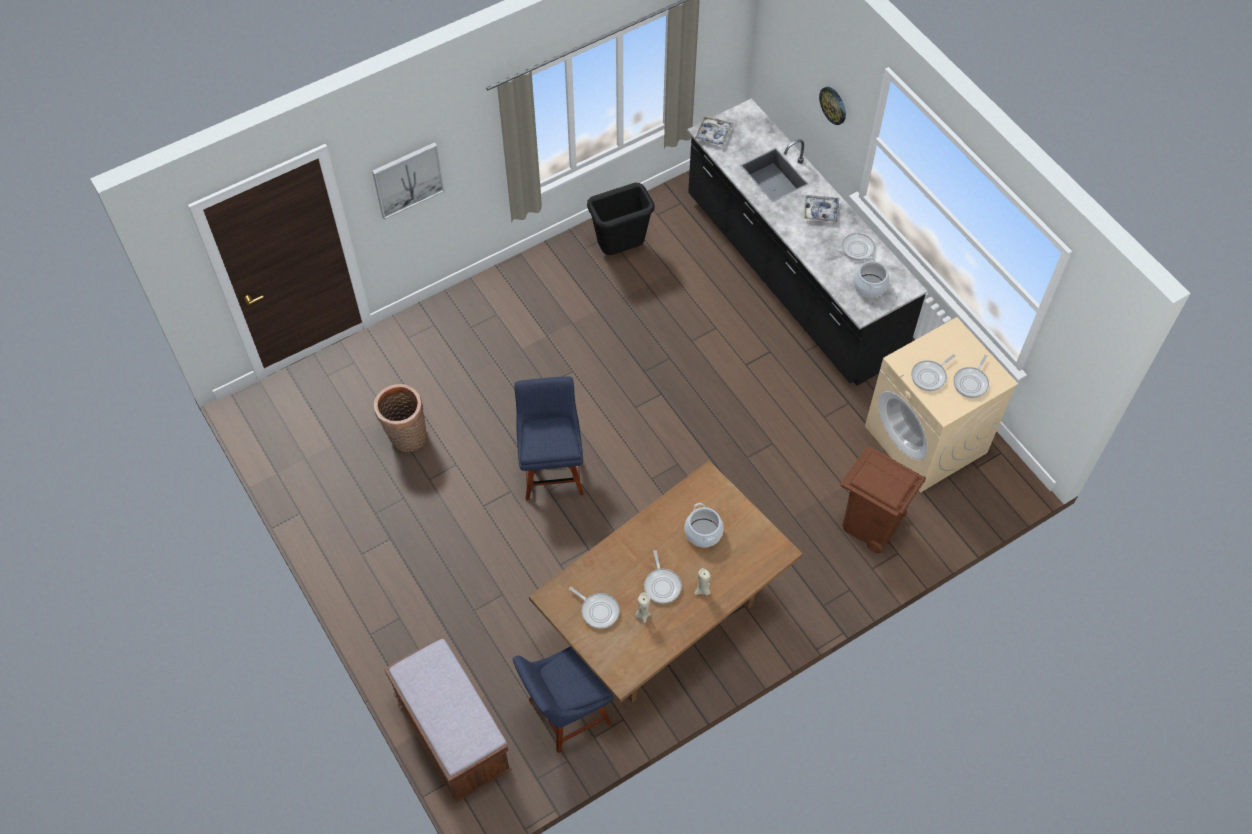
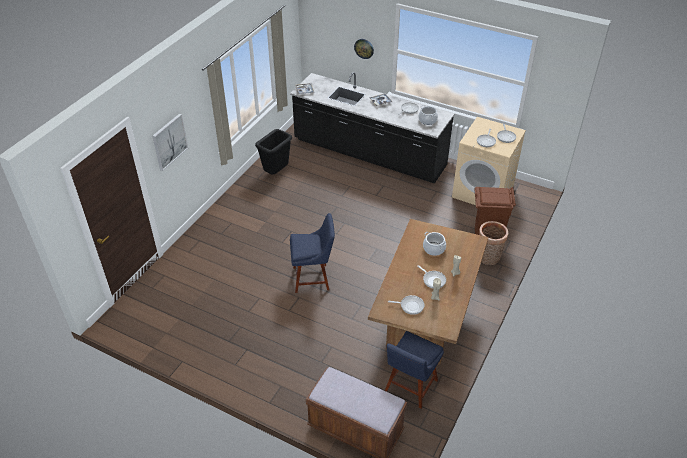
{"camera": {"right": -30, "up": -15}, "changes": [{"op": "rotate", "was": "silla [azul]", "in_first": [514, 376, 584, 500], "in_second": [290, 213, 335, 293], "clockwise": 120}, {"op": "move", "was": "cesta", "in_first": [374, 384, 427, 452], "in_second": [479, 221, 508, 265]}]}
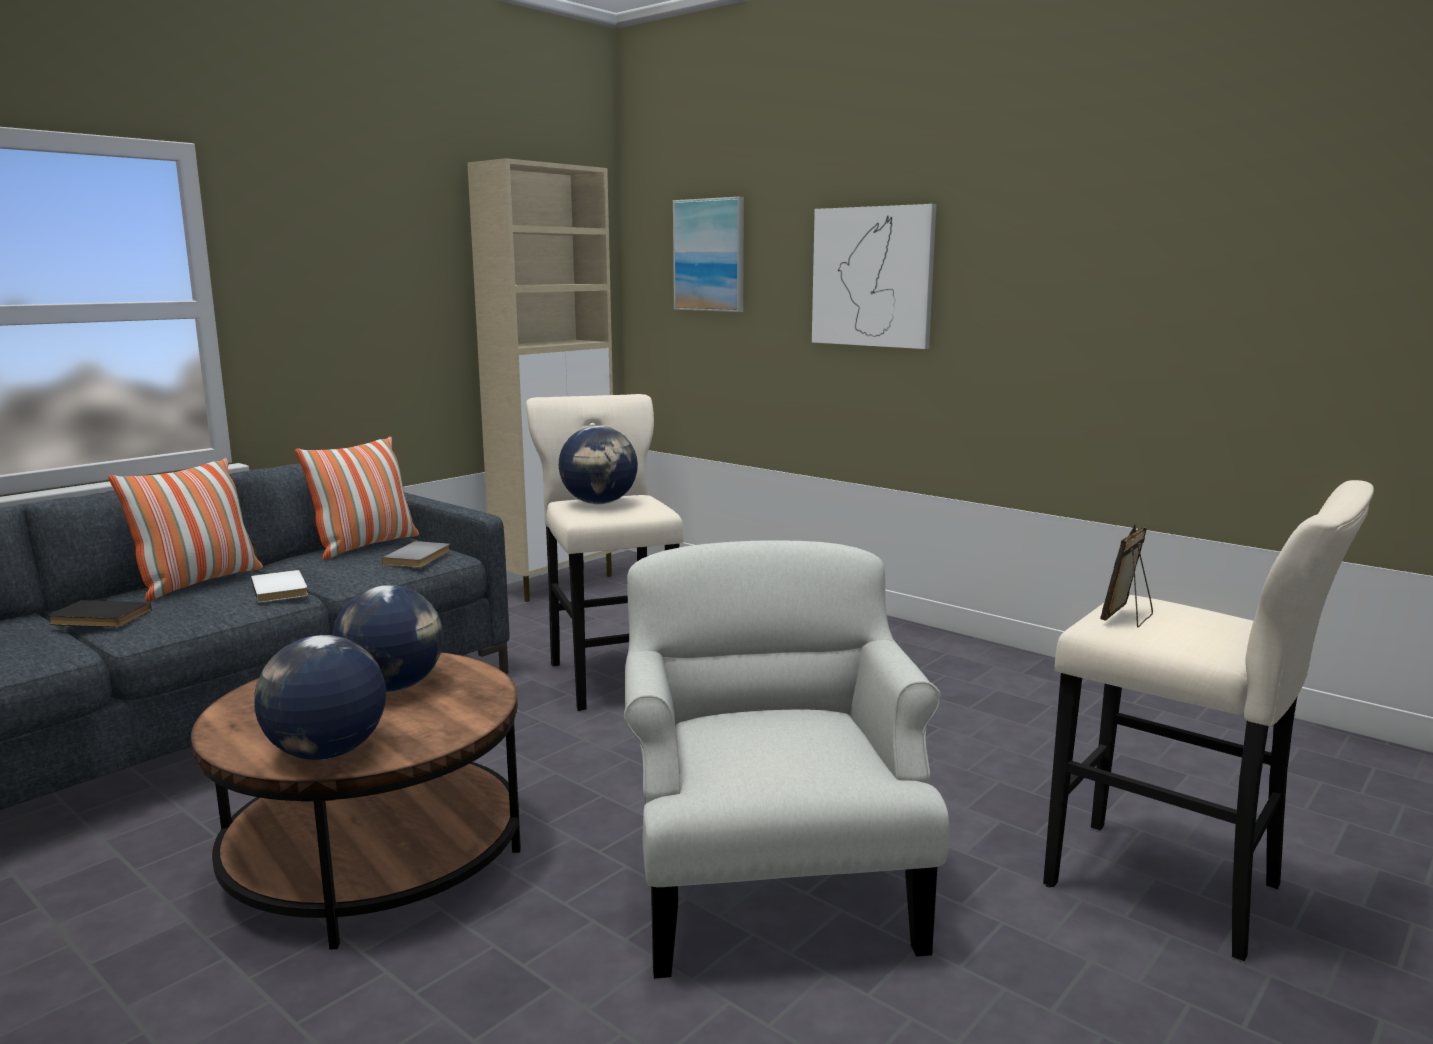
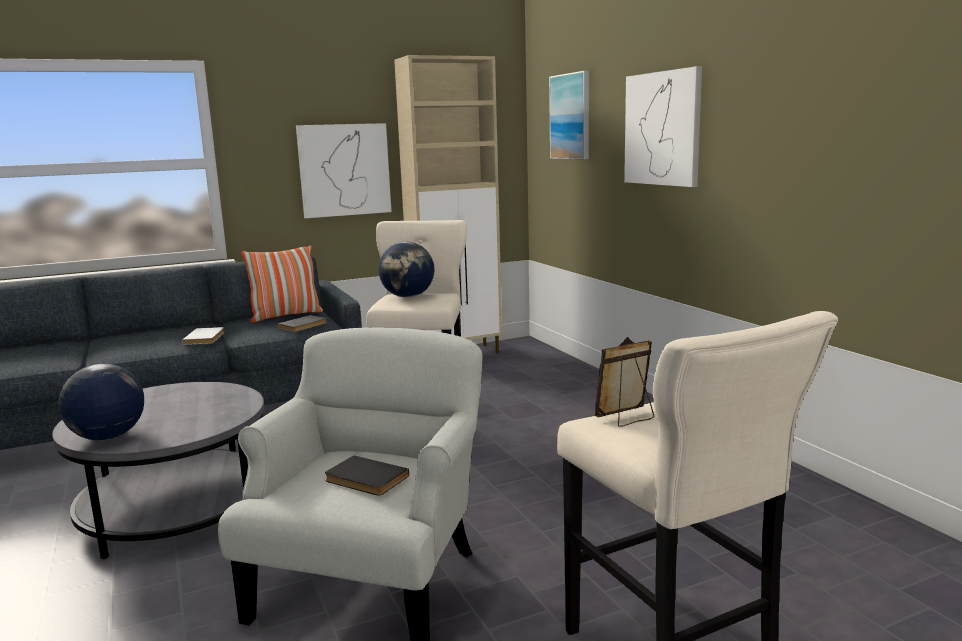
{"camera": {"right": 25, "up": 0}, "changes": [{"op": "recolor", "was": "mesa de centro [marrón]", "now": "mesa de centro [gris]", "in_first": [191, 652, 521, 950], "in_second": [52, 382, 265, 559]}, {"op": "insert", "now": "cuadro", "in_second": [296, 123, 391, 218]}, {"op": "move", "was": "libro [negro]", "in_first": [48, 600, 152, 627], "in_second": [325, 456, 409, 496]}, {"op": "delete", "was": "cojín", "in_first": [108, 458, 263, 602]}, {"op": "delete", "was": "globo terráqueo", "in_first": [332, 585, 443, 692]}]}
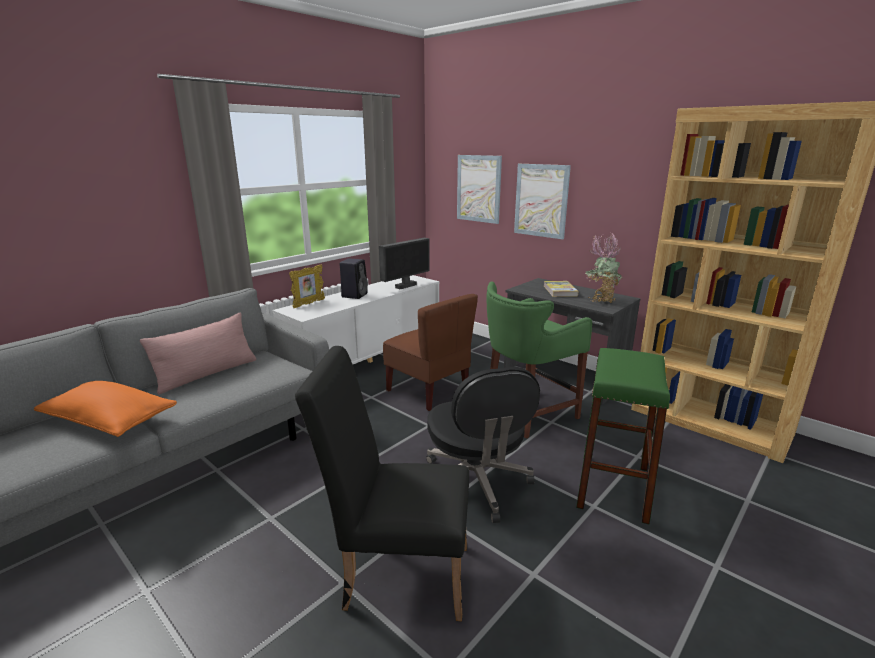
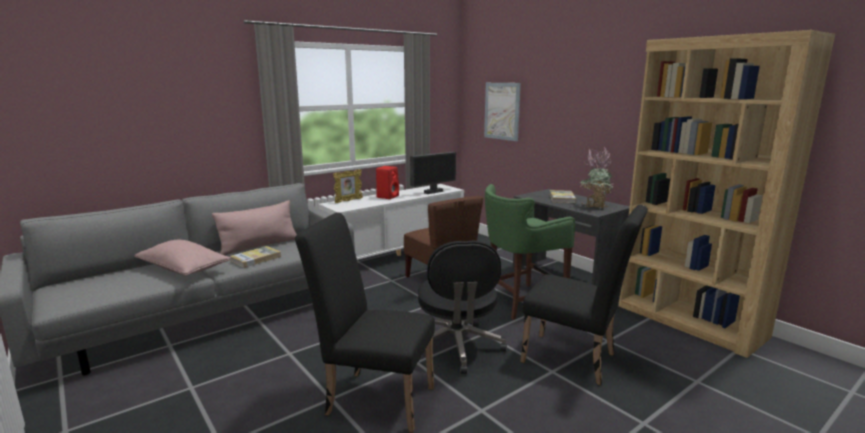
{"camera": {"right": 10, "up": -5}, "changes": [{"op": "recolor", "was": "cojín [naranja]", "now": "cojín [rosa]", "in_first": [34, 381, 177, 437], "in_second": [134, 240, 231, 276]}, {"op": "insert", "now": "libro", "in_second": [230, 246, 281, 268]}, {"op": "recolor", "was": "altavoz [negro]", "now": "altavoz [rojo]", "in_first": [340, 258, 368, 299], "in_second": [376, 166, 399, 199]}, {"op": "replace", "was": "taburete [verde]", "now": "silla [negro]", "in_first": [576, 348, 670, 524], "in_second": [520, 205, 648, 385]}, {"op": "delete", "was": "cuadro", "in_first": [514, 164, 571, 239]}]}
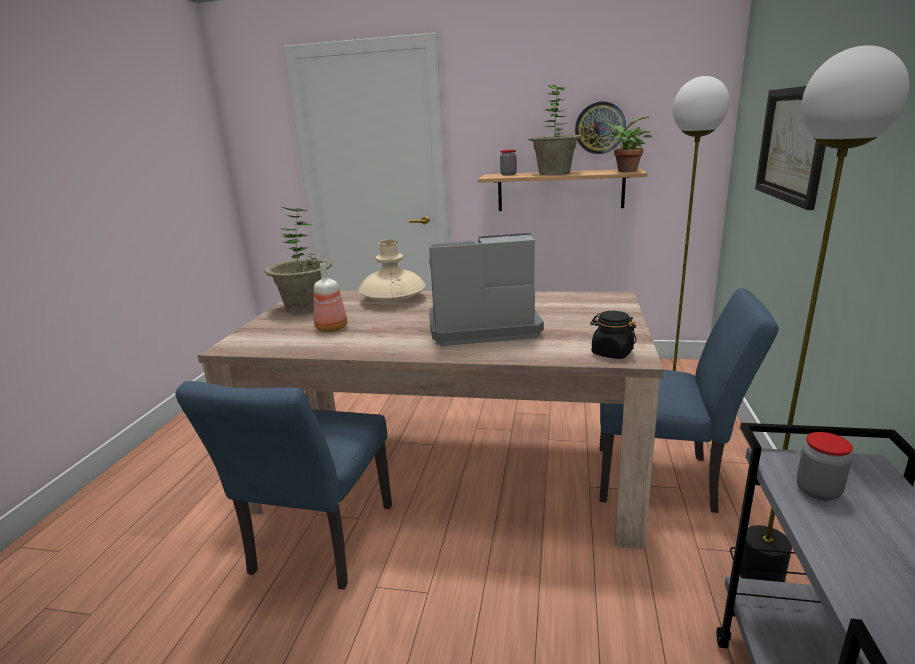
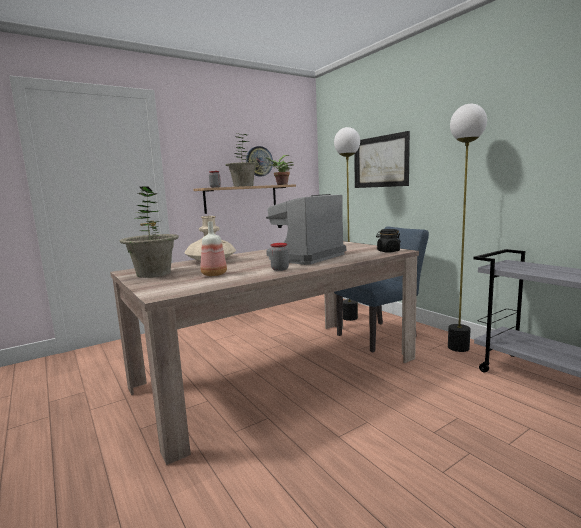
{"camera": {"right": -45, "up": -10}, "changes": [{"op": "move", "was": "tarro", "in_first": [797, 432, 853, 501], "in_second": [270, 243, 289, 271]}, {"op": "delete", "was": "silla [azul]", "in_first": [175, 381, 392, 589]}]}
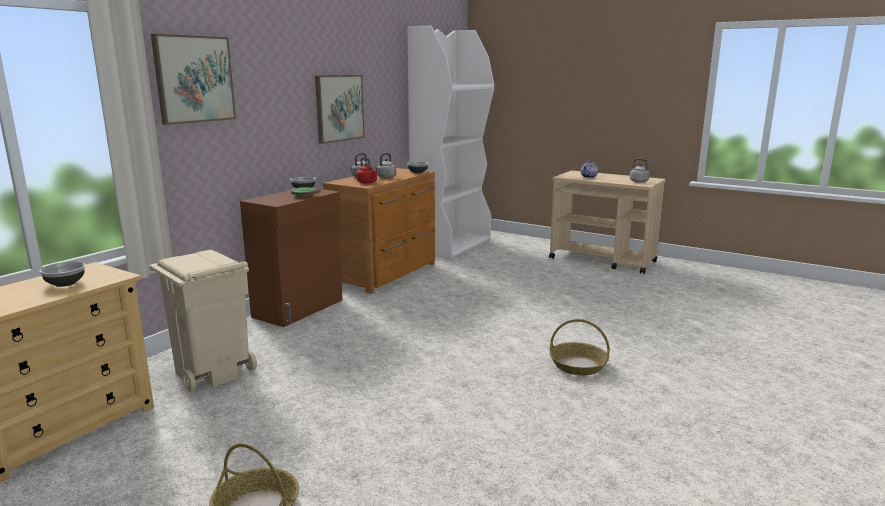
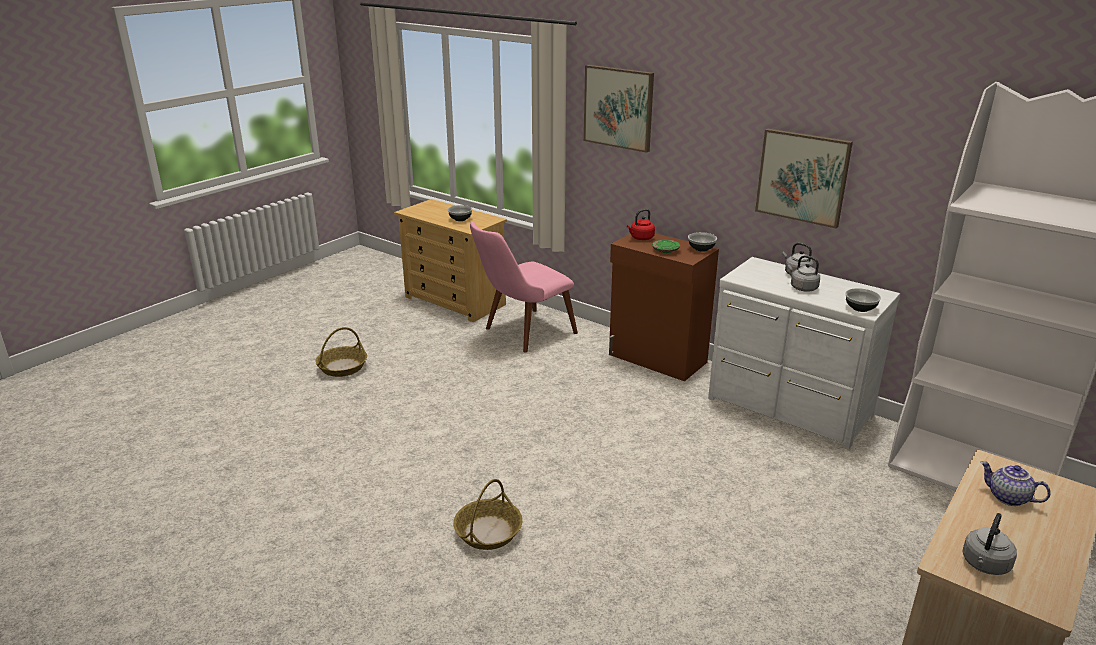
{"camera": {"right": 95, "up": 10}, "changes": [{"op": "replace", "was": "papelera [beis]", "now": "silla [rosa]", "in_first": [149, 250, 257, 392], "in_second": [470, 221, 578, 352]}, {"op": "move", "was": "hervidor [rojo]", "in_first": [356, 157, 377, 184], "in_second": [627, 209, 655, 240]}, {"op": "recolor", "was": "cómoda [marrón]", "now": "cómoda [blanco]", "in_first": [323, 168, 435, 294], "in_second": [708, 257, 900, 449]}]}
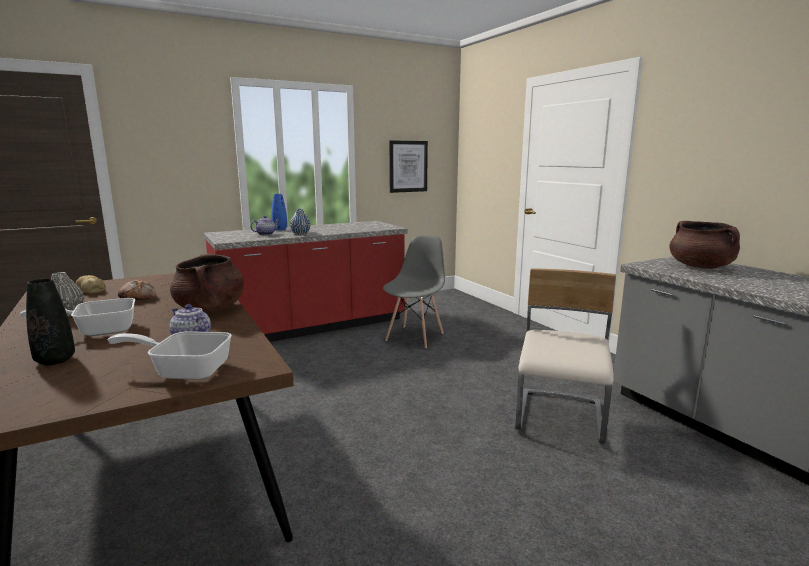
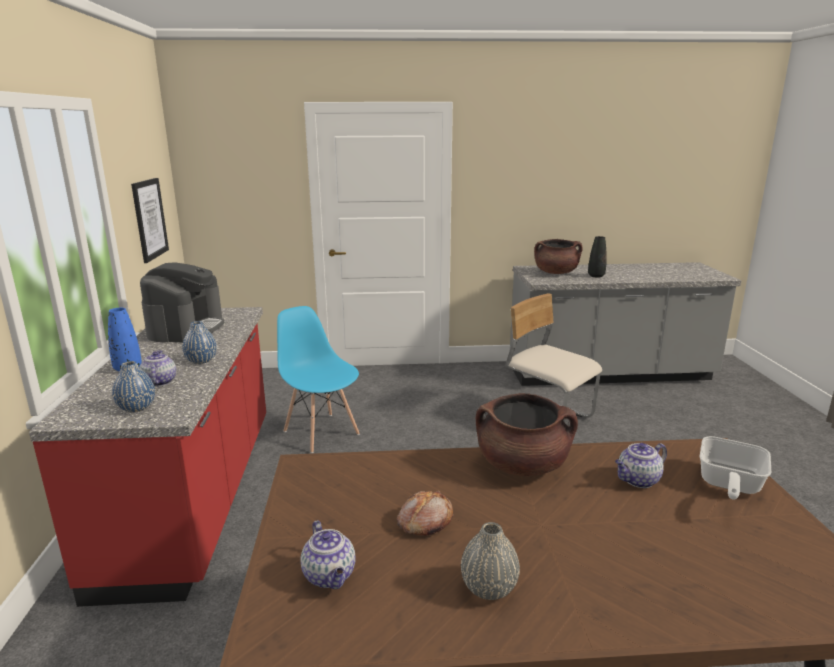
{"camera": {"right": -65, "up": 5}, "changes": [{"op": "insert", "now": "florero [azul]", "in_second": [112, 361, 155, 412]}, {"op": "insert", "now": "cafetera", "in_second": [140, 262, 224, 342]}, {"op": "recolor", "was": "silla [gris]", "now": "silla [azul]", "in_first": [383, 235, 445, 348], "in_second": [277, 306, 360, 453]}, {"op": "replace", "was": "pan", "now": "tetera", "in_first": [76, 275, 106, 294], "in_second": [300, 520, 355, 589]}, {"op": "move", "was": "florero [negro]", "in_first": [26, 279, 75, 365], "in_second": [588, 236, 607, 278]}, {"op": "delete", "was": "sartén", "in_first": [20, 298, 135, 336]}]}
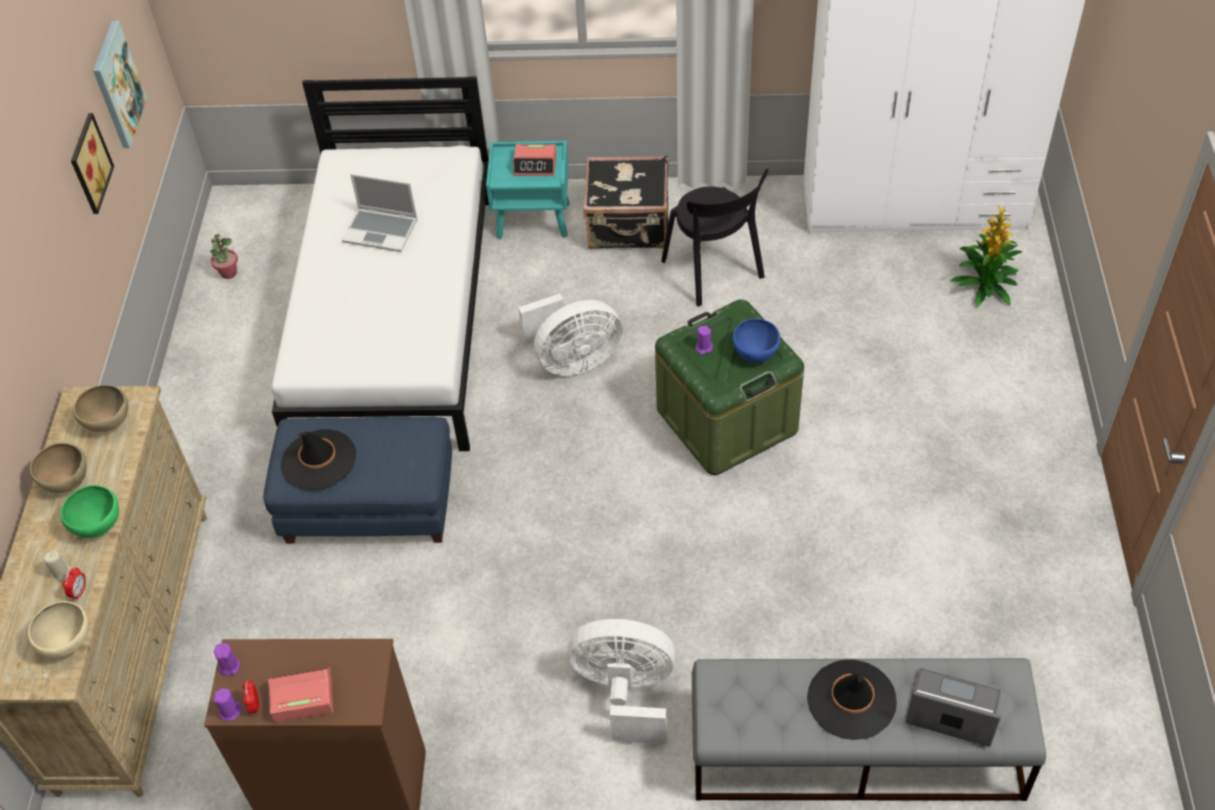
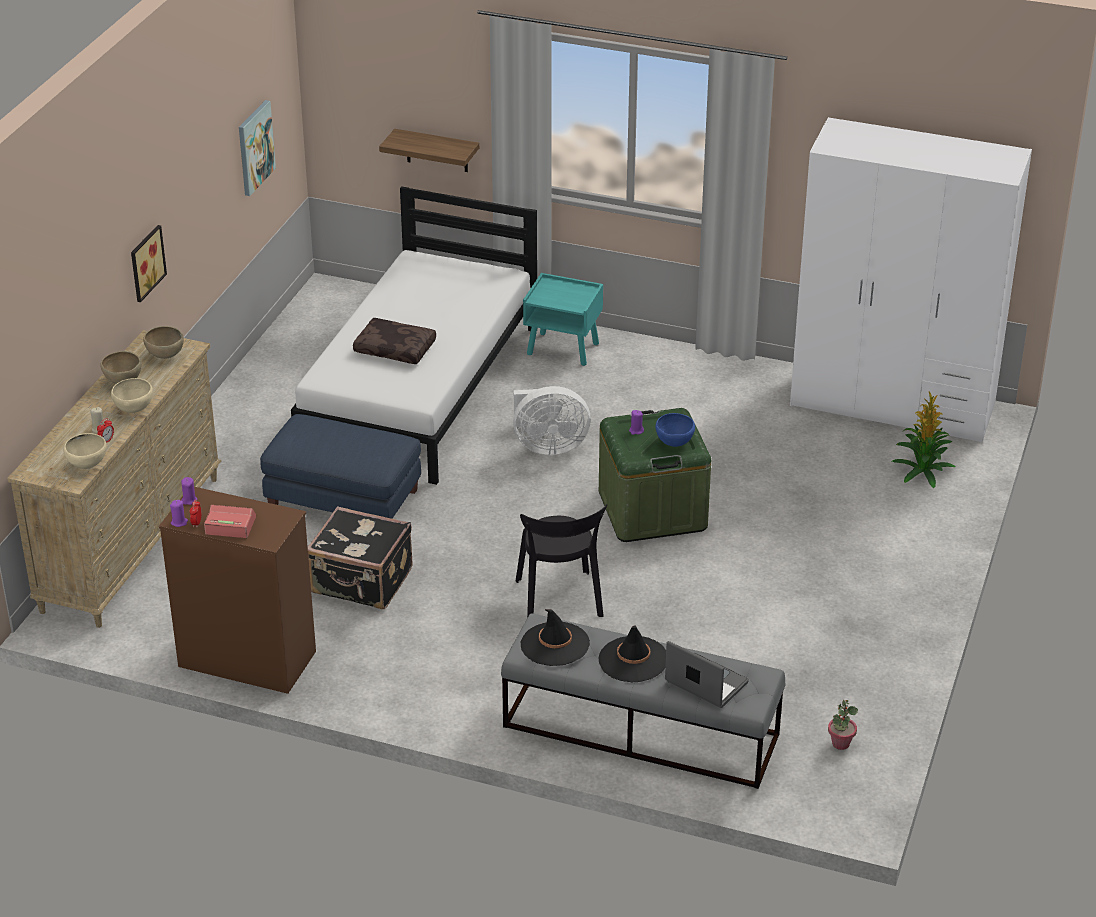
{"camera": {"right": 15, "up": -15}, "changes": [{"op": "recolor", "was": "cuenco [verde]", "now": "cuenco [beis]", "in_first": [61, 485, 119, 538], "in_second": [111, 378, 153, 413]}, {"op": "move", "was": "cuadro", "in_first": [71, 113, 114, 214], "in_second": [131, 225, 167, 302]}, {"op": "move", "was": "maleta [negro]", "in_first": [584, 156, 668, 249], "in_second": [308, 506, 413, 609]}, {"op": "insert", "now": "cojín [marrón]", "in_second": [353, 318, 436, 364]}, {"op": "insert", "now": "estante", "in_second": [379, 129, 479, 172]}, {"op": "move", "was": "silla [negro]", "in_first": [661, 168, 768, 307], "in_second": [516, 504, 607, 618]}, {"op": "move", "was": "sombrero [negro]", "in_first": [281, 429, 356, 490], "in_second": [521, 609, 590, 666]}, {"op": "move", "was": "planta en maceta", "in_first": [210, 234, 238, 279], "in_second": [828, 700, 858, 750]}, {"op": "delete", "was": "portátil", "in_first": [342, 174, 418, 252]}, {"op": "delete", "was": "despertador", "in_first": [513, 144, 557, 176]}, {"op": "delete", "was": "ventilador [blanco]", "in_first": [568, 619, 676, 745]}]}
